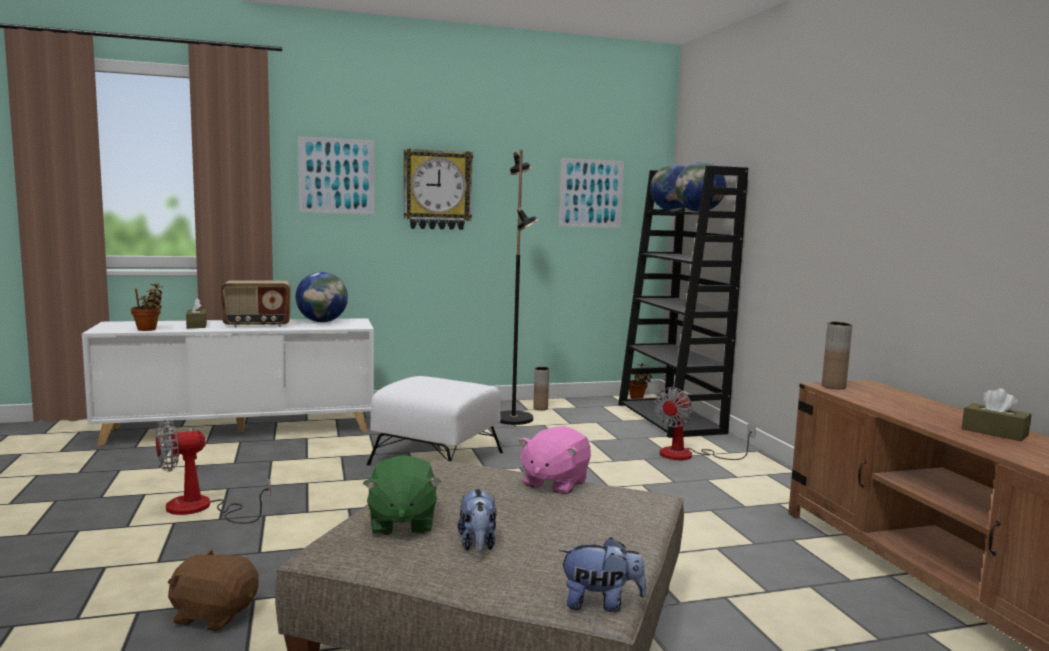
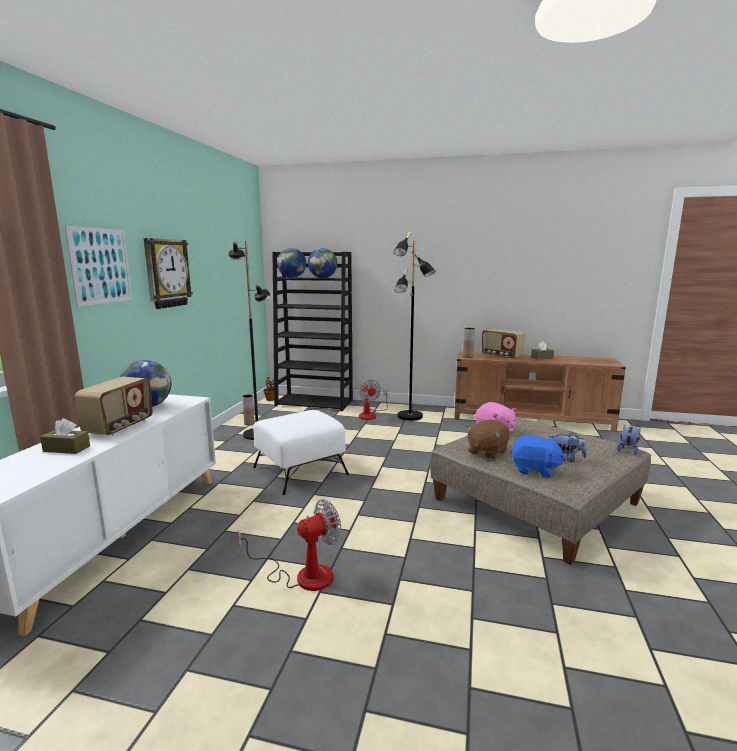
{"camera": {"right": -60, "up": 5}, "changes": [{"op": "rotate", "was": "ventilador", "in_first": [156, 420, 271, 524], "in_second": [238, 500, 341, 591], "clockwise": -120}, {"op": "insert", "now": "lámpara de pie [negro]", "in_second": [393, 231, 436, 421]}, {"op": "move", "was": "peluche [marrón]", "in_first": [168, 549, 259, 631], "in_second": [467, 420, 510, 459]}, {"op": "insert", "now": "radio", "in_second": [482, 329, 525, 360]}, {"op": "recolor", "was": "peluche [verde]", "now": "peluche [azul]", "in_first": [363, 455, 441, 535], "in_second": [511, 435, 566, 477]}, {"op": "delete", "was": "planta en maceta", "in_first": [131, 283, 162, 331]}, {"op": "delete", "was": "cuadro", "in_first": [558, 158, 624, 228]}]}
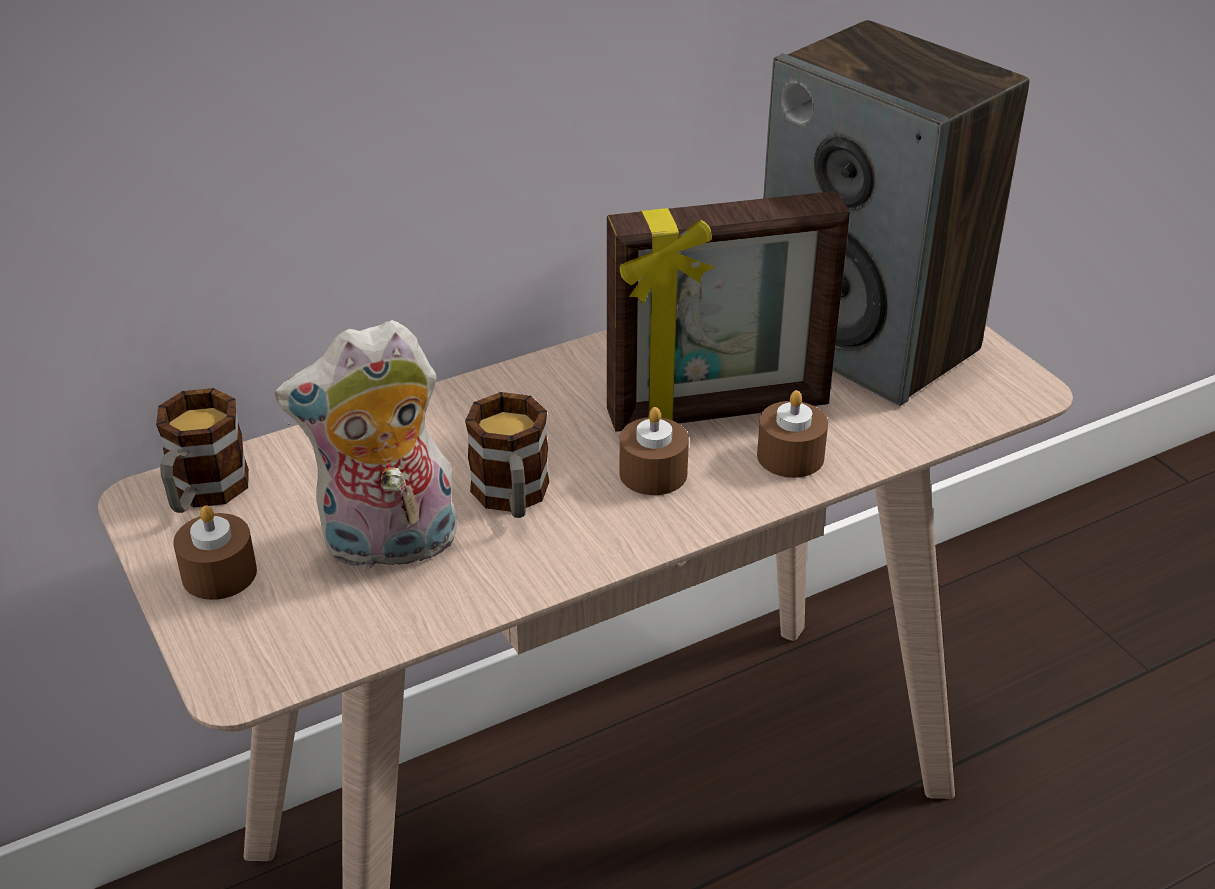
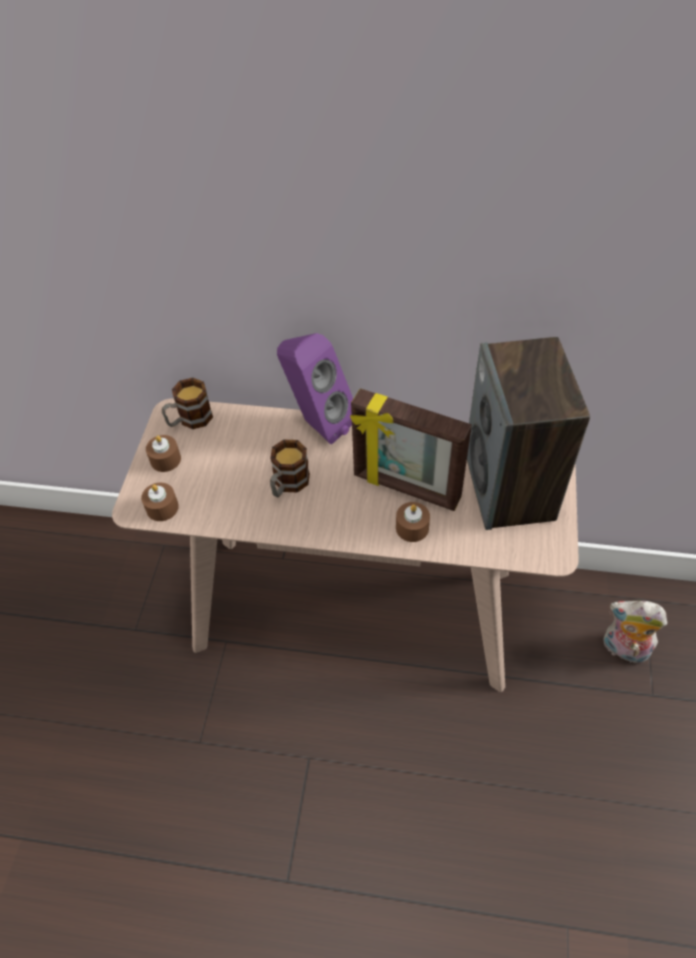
{"camera": {"right": 40, "up": 15}, "changes": [{"op": "move", "was": "vela [marrón]", "in_first": [619, 407, 689, 495], "in_second": [141, 483, 179, 521]}, {"op": "insert", "now": "altavoz [morado]", "in_second": [277, 333, 353, 444]}, {"op": "move", "was": "peluche", "in_first": [275, 320, 458, 571], "in_second": [603, 601, 667, 666]}]}
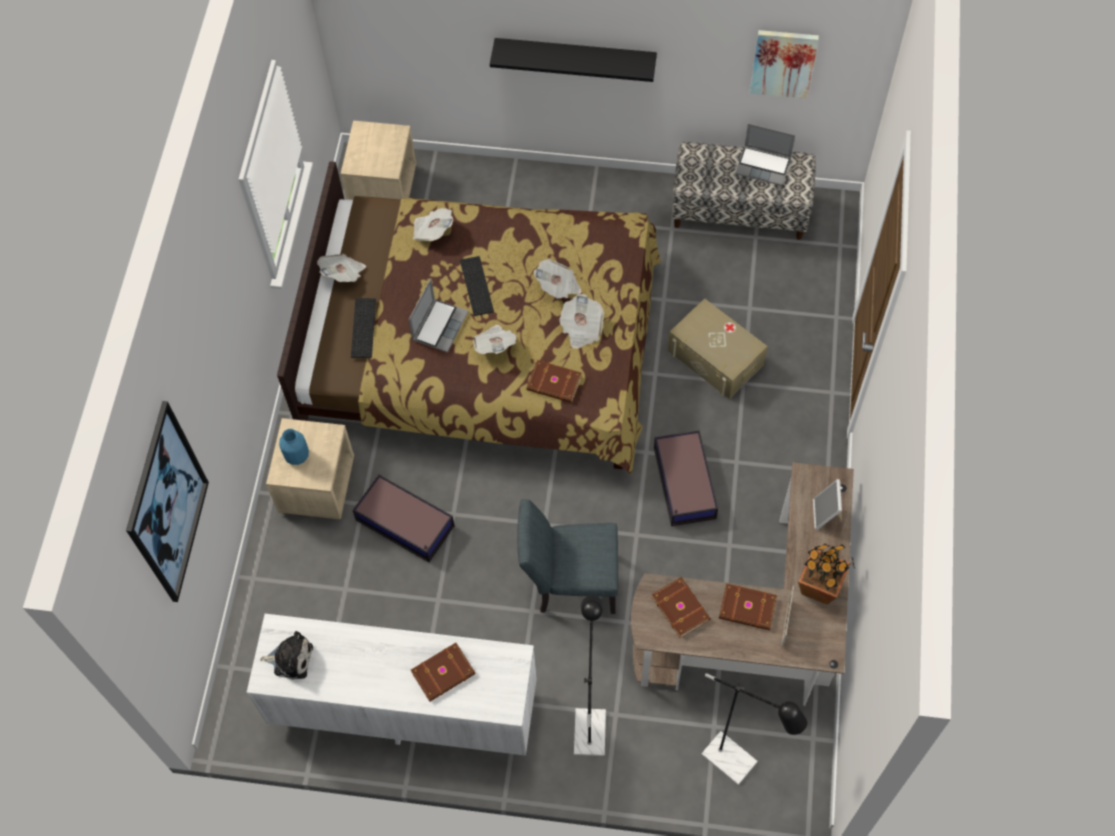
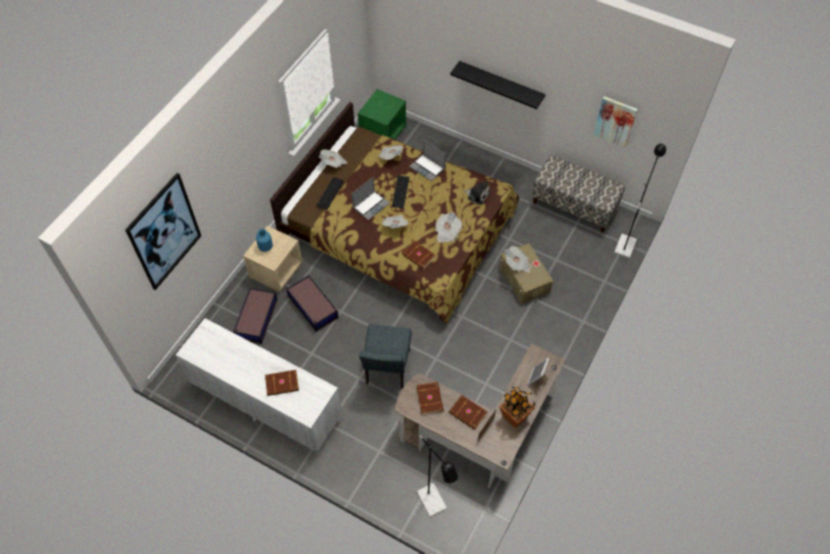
{"camera": {"right": 20, "up": -5}, "changes": [{"op": "move", "was": "caja de almacenaje", "in_first": [654, 430, 718, 526], "in_second": [233, 288, 277, 344]}, {"op": "recolor", "was": "mesita de noche [beis]", "now": "mesita de noche [verde]", "in_first": [340, 120, 416, 200], "in_second": [358, 89, 406, 140]}, {"op": "rotate", "was": "silla [gris]", "in_first": [517, 499, 618, 614], "in_second": [359, 324, 412, 388], "clockwise": -105}, {"op": "move", "was": "portátil", "in_first": [735, 123, 795, 186], "in_second": [409, 139, 446, 182]}, {"op": "move", "was": "peluche", "in_first": [260, 631, 313, 680], "in_second": [463, 180, 490, 205]}, {"op": "move", "was": "periódico", "in_first": [534, 259, 582, 299], "in_second": [505, 246, 529, 272]}, {"op": "move", "was": "lámpara de pie [negro]", "in_first": [574, 595, 606, 756], "in_second": [614, 144, 666, 258]}]}
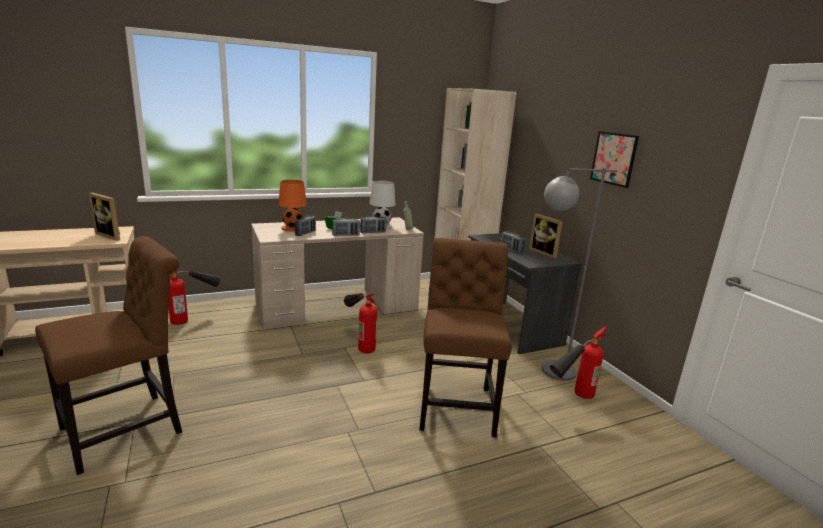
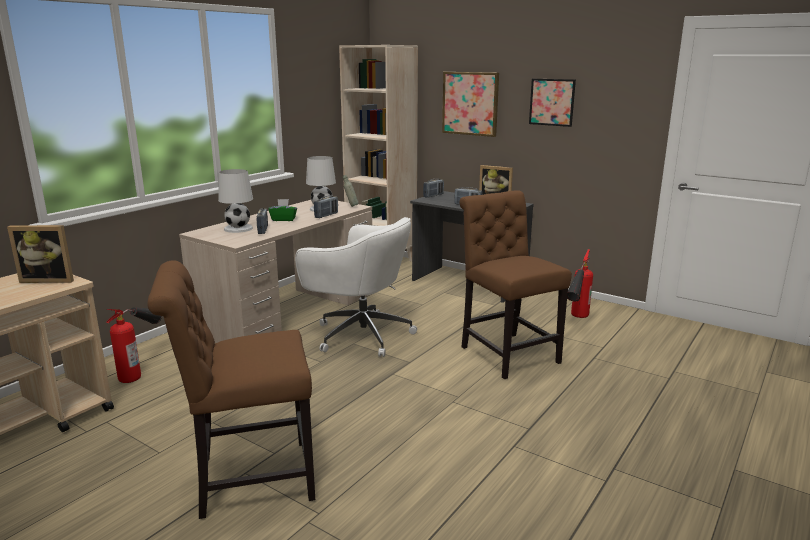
{"camera": {"right": -30, "up": 0}, "changes": [{"op": "rotate", "was": "silla [marrón]", "in_first": [35, 236, 182, 475], "in_second": [147, 260, 315, 519], "clockwise": -120}, {"op": "recolor", "was": "lámpara de mesa [naranja]", "now": "lámpara de mesa [blanco]", "in_first": [278, 180, 307, 232], "in_second": [218, 169, 253, 233]}, {"op": "replace", "was": "extintor", "now": "silla de oficina [blanco]", "in_first": [344, 293, 377, 353], "in_second": [295, 217, 417, 357]}, {"op": "move", "was": "radio", "in_first": [332, 218, 360, 236], "in_second": [423, 178, 444, 198]}, {"op": "insert", "now": "cuadro", "in_second": [442, 72, 499, 137]}, {"op": "delete", "was": "lámpara de pie [gris]", "in_first": [542, 168, 617, 381]}]}
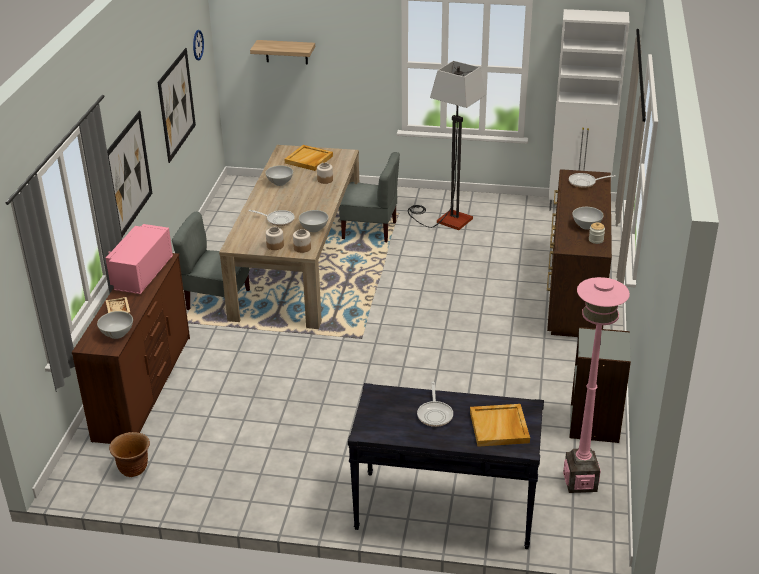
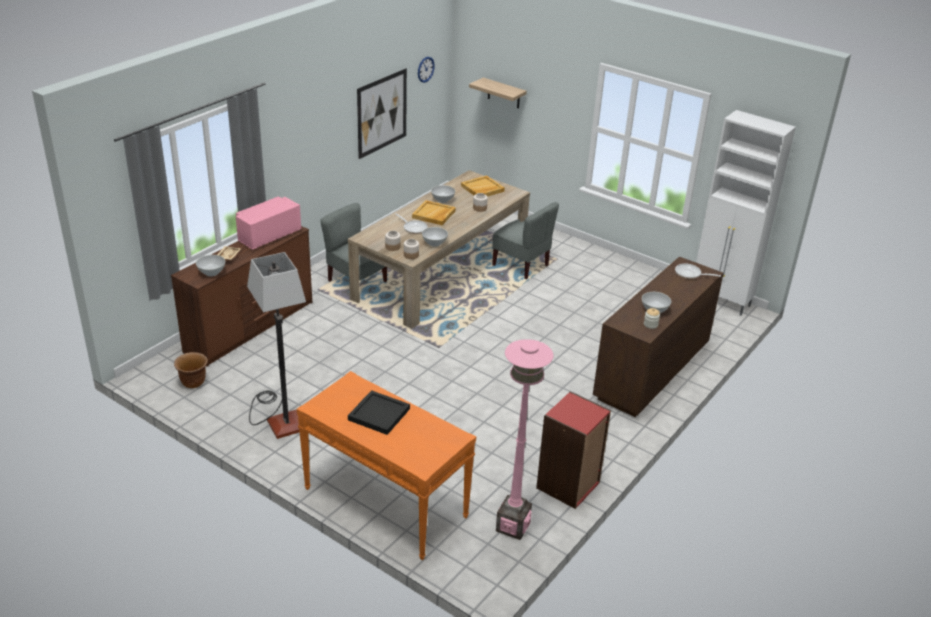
{"camera": {"right": 25, "up": 0}, "changes": [{"op": "move", "was": "lámpara de pie", "in_first": [408, 61, 486, 230], "in_second": [247, 252, 306, 439]}, {"op": "recolor", "was": "mesa consola [negro]", "now": "mesa consola [naranja]", "in_first": [348, 383, 544, 549], "in_second": [297, 371, 476, 560]}, {"op": "replace", "was": "sartén", "now": "bandeja [negro]", "in_first": [417, 382, 453, 427], "in_second": [348, 390, 410, 435]}, {"op": "move", "was": "bandeja [beis]", "in_first": [470, 404, 530, 447], "in_second": [412, 200, 456, 225]}, {"op": "recolor", "was": "estantería [gris]", "now": "estantería [rojo]", "in_first": [569, 327, 631, 443], "in_second": [536, 391, 611, 509]}, {"op": "delete", "was": "cuadro", "in_first": [107, 111, 152, 237]}]}
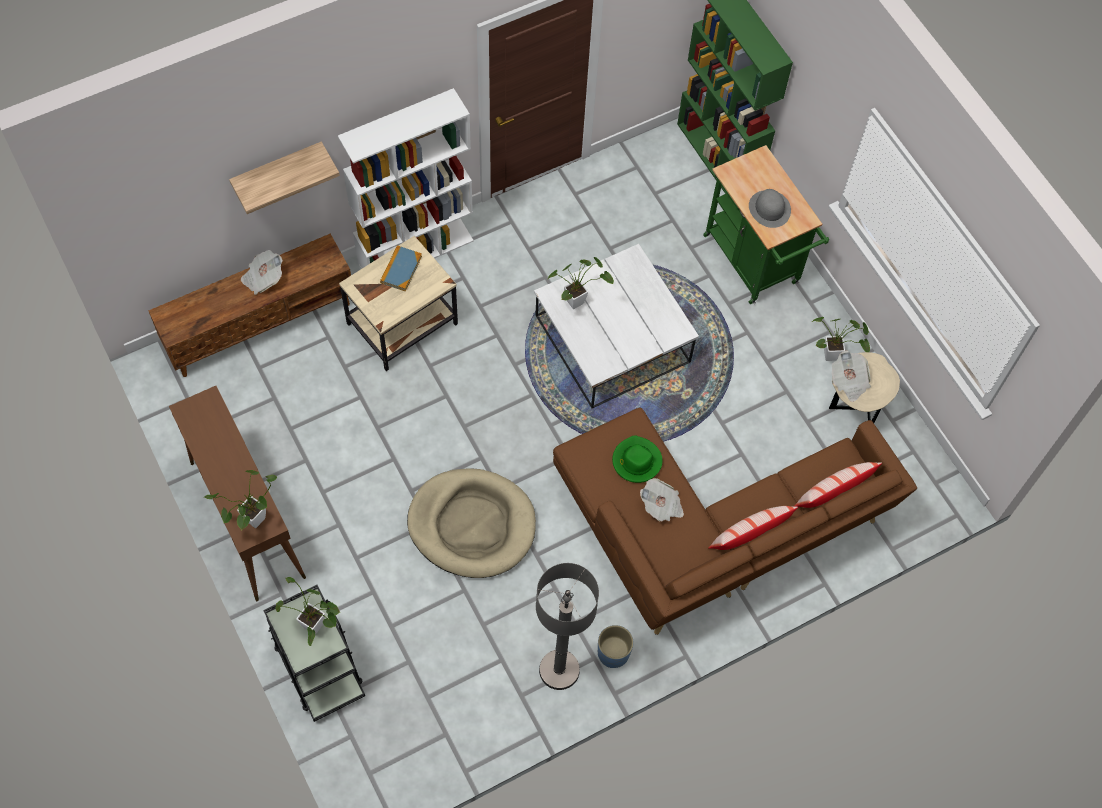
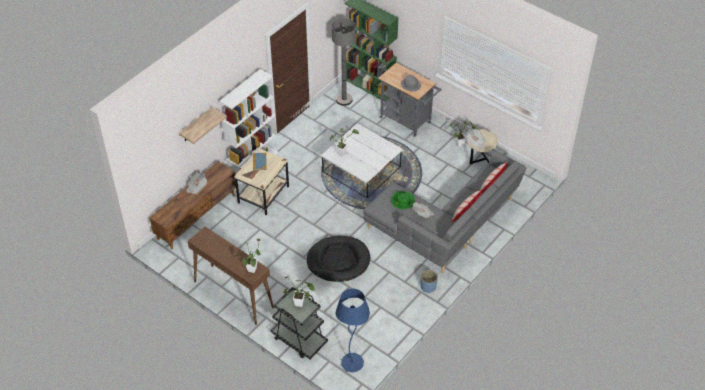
{"camera": {"right": -20, "up": -15}, "changes": [{"op": "recolor", "was": "cama para perro [beis]", "now": "cama para perro [negro]", "in_first": [407, 468, 536, 578], "in_second": [307, 236, 370, 282]}, {"op": "move", "was": "lámpara de pie [gris]", "in_first": [536, 563, 599, 690], "in_second": [332, 18, 356, 106]}, {"op": "insert", "now": "lámpara de pie [azul]", "in_second": [335, 288, 370, 372]}, {"op": "recolor", "was": "sofá [marrón]", "now": "sofá [gris]", "in_first": [553, 408, 917, 635], "in_second": [363, 150, 527, 274]}, {"op": "recolor", "was": "carrito [verde]", "now": "carrito [gris]", "in_first": [703, 145, 829, 304], "in_second": [378, 63, 441, 137]}]}
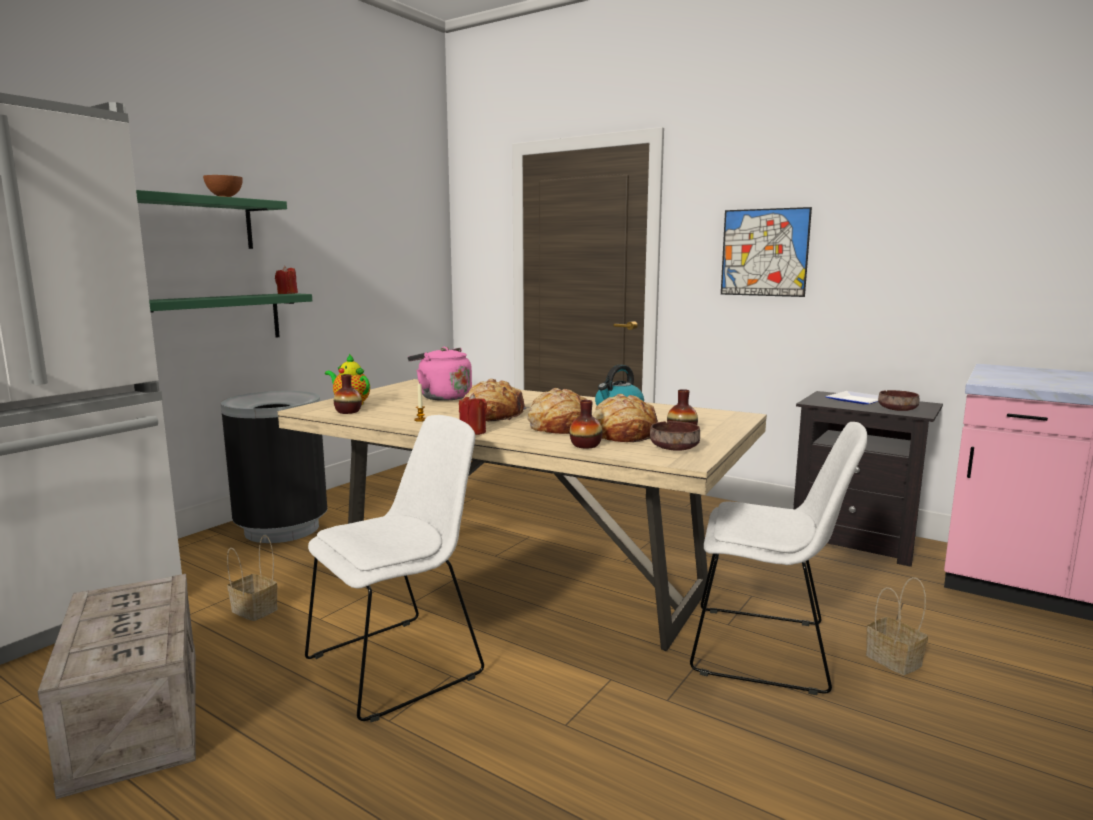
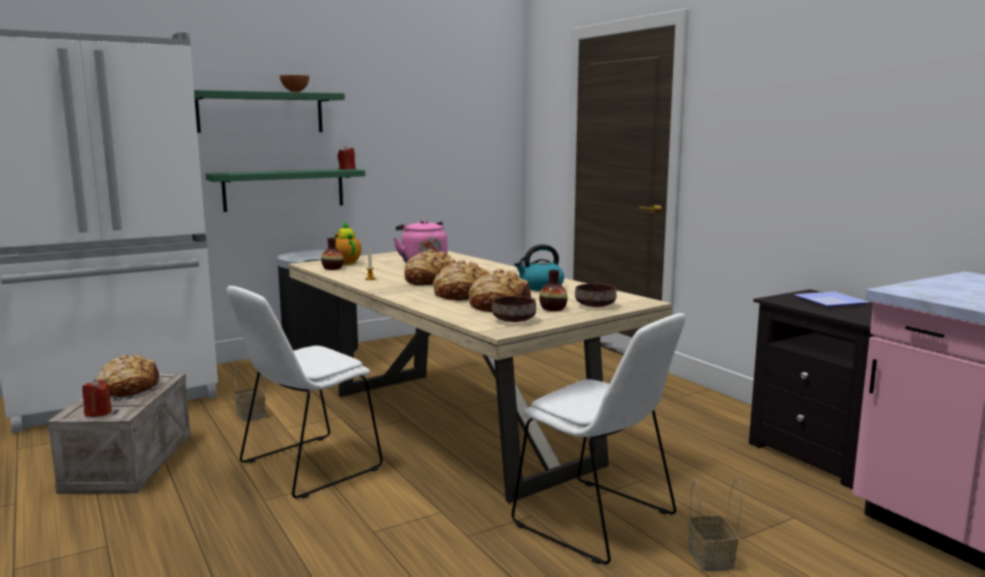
{"camera": {"right": 25, "up": 0}, "changes": [{"op": "move", "was": "vela [rojo]", "in_first": [459, 393, 487, 435], "in_second": [82, 379, 112, 417]}, {"op": "insert", "now": "pan", "in_second": [96, 355, 161, 396]}, {"op": "rotate", "was": "silla [blanco]", "in_first": [305, 415, 484, 722], "in_second": [227, 286, 383, 498], "clockwise": 150}, {"op": "move", "was": "cuenco [marrón]", "in_first": [878, 390, 919, 411], "in_second": [575, 283, 617, 307]}, {"op": "delete", "was": "florero", "in_first": [570, 400, 602, 448]}, {"op": "delete", "was": "cuadro", "in_first": [721, 207, 812, 297]}]}
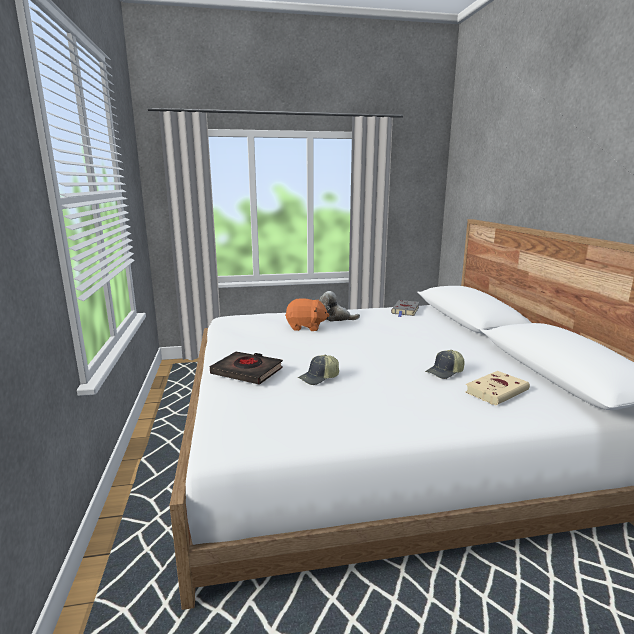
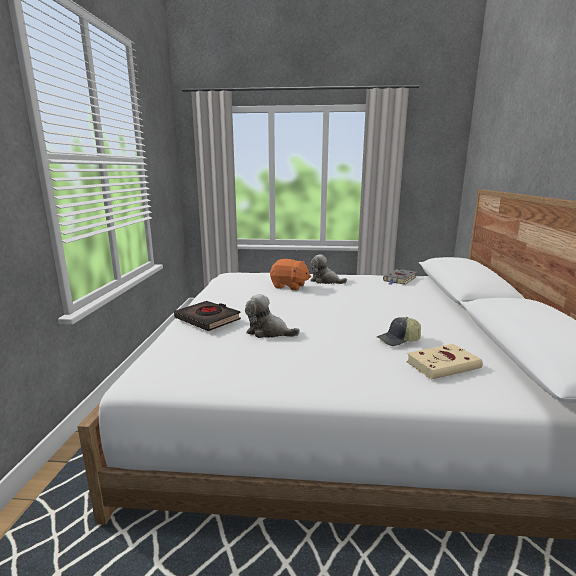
{"camera": {"right": 15, "up": 0}, "changes": [{"op": "replace", "was": "gorra", "now": "peluche", "in_first": [298, 355, 339, 385], "in_second": [245, 294, 300, 338]}]}
